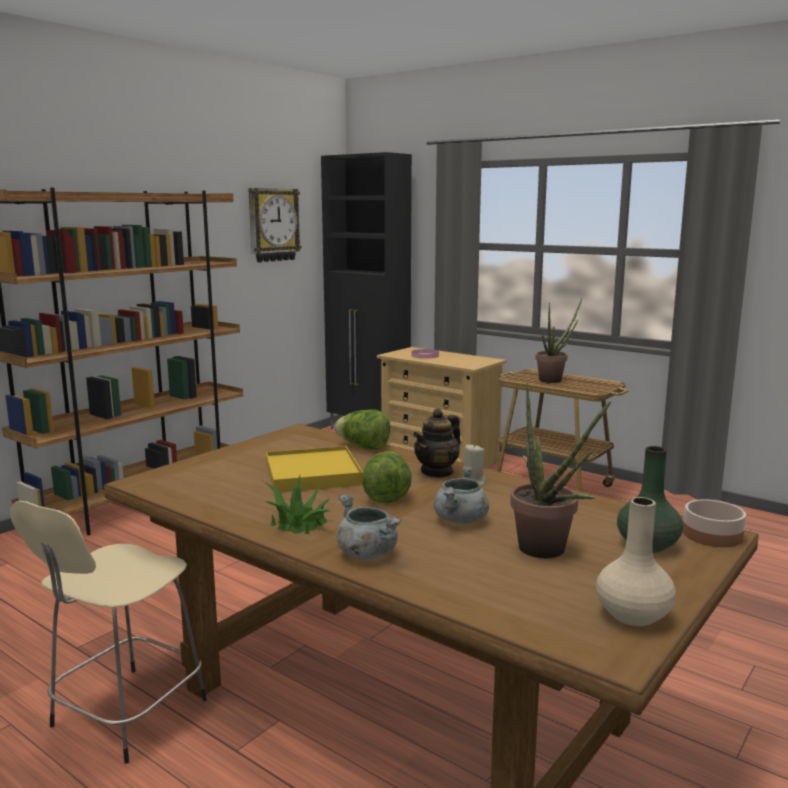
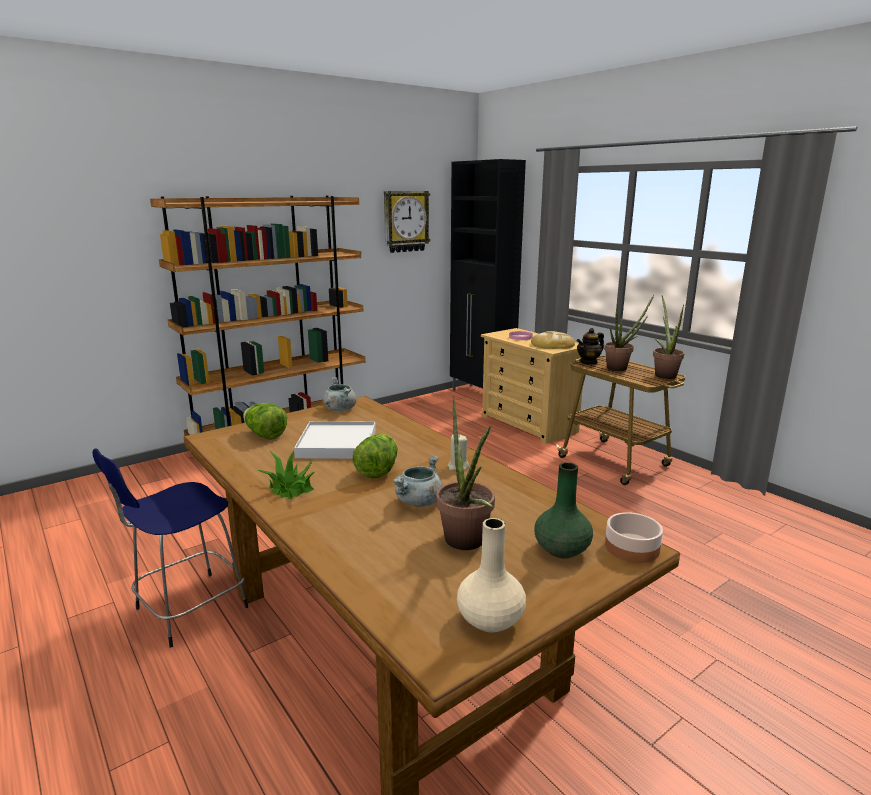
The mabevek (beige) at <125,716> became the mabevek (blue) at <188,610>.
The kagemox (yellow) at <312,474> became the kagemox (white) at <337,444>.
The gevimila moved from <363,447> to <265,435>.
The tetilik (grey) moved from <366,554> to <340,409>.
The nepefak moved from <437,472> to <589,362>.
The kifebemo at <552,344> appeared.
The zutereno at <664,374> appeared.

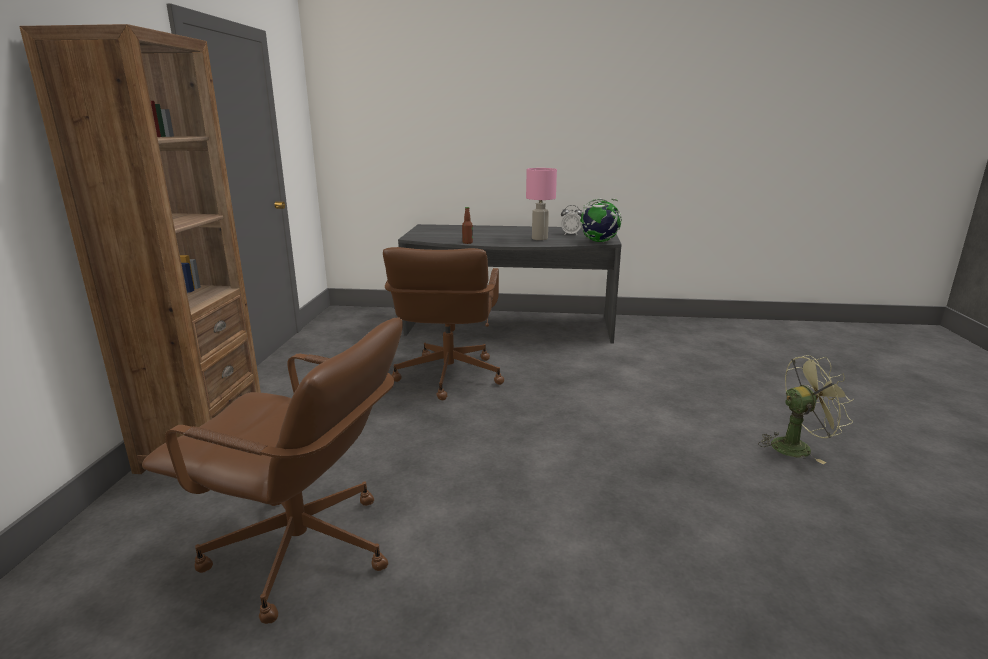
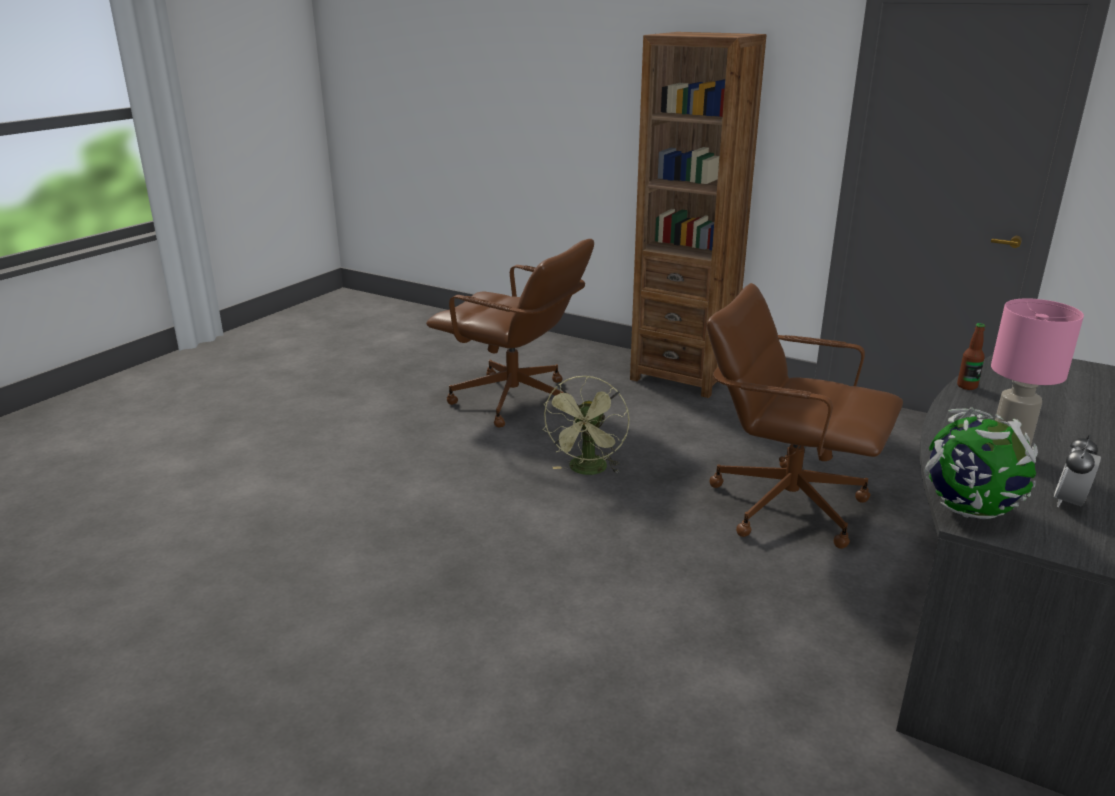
The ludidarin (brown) at <302,552> turned 105 degrees counterclockwise.
The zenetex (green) moved from <797,446> to <587,471>.

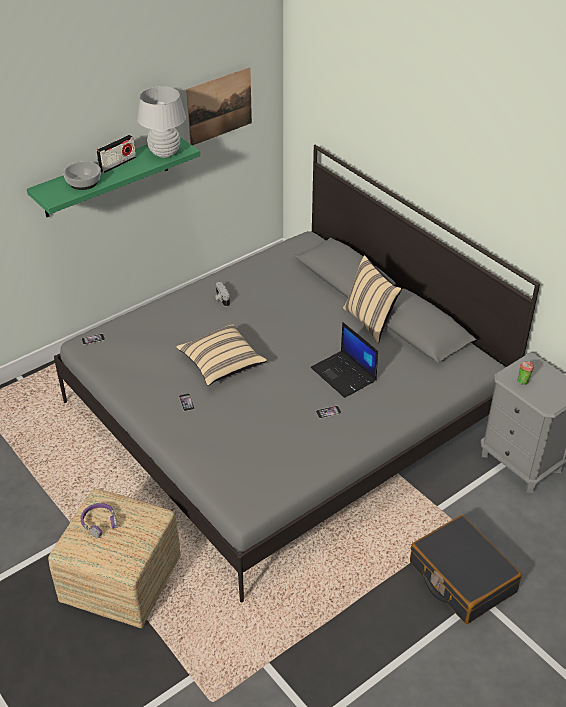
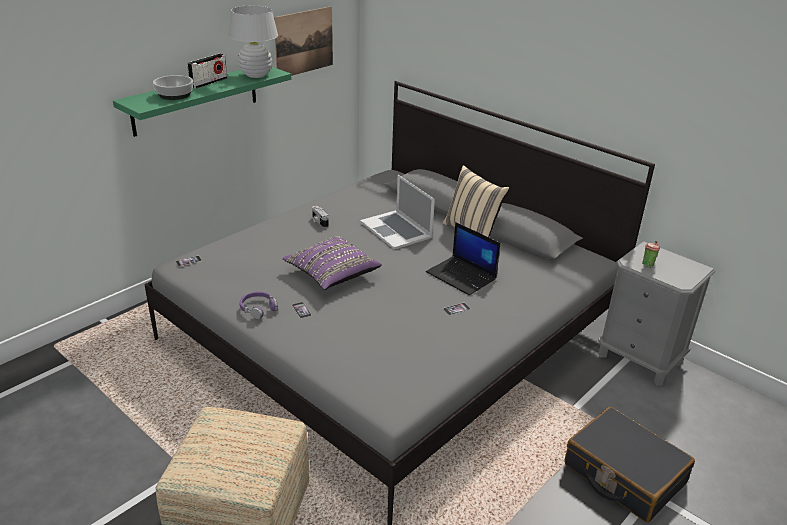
The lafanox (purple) moved from <99,522> to <258,308>.
The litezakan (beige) at <221,364> became the litezakan (purple) at <332,274>.
The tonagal at <396,229> appeared.

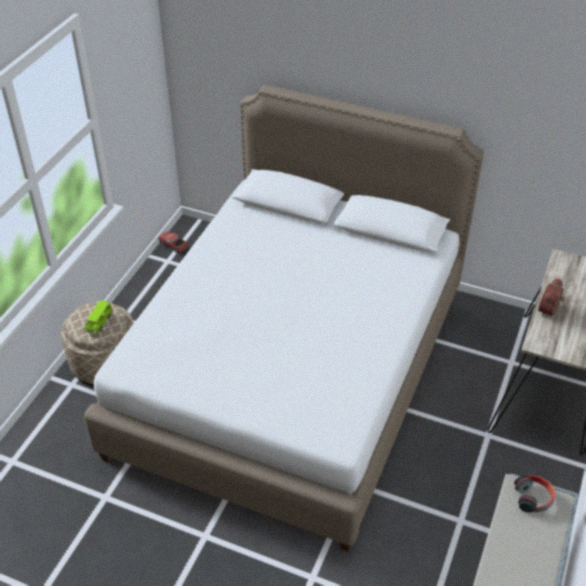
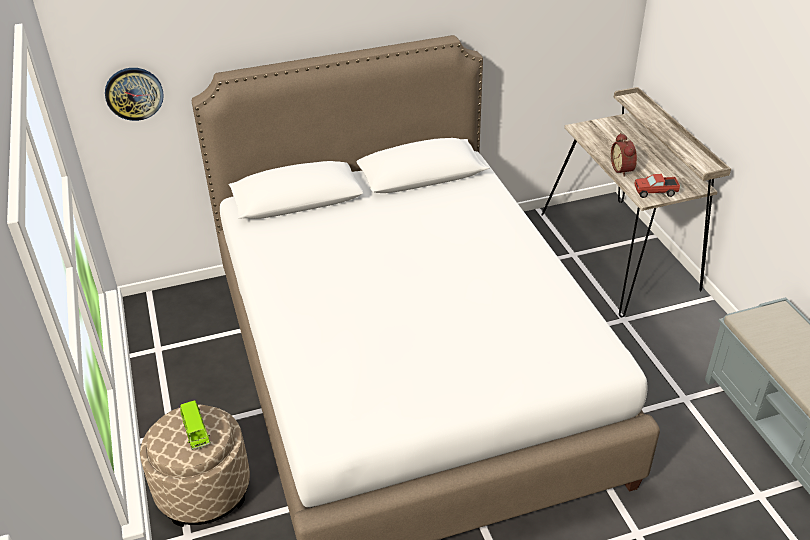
The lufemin moved from <173,246> to <655,192>.
The lafanox at <533,498> disappeared.
The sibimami at <134,93> appeared.

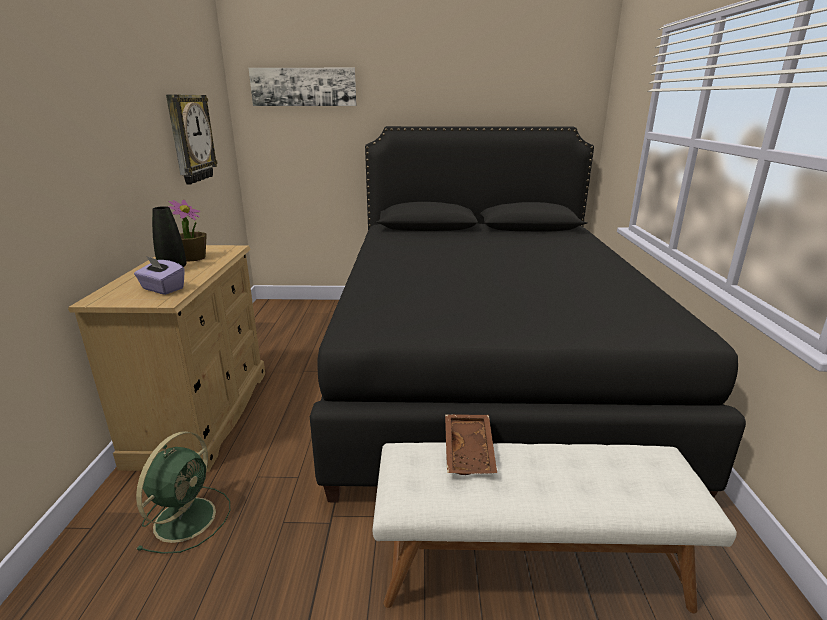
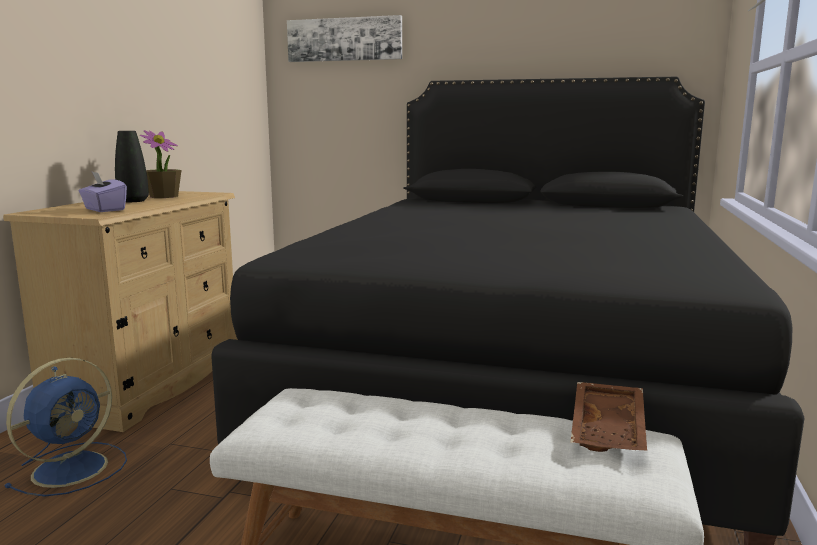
The zenetex (green) at <187,517> became the zenetex (blue) at <73,468>.
The sibimami at <190,138> disappeared.
The kagemox (brown) moved from <470,451> to <610,430>.

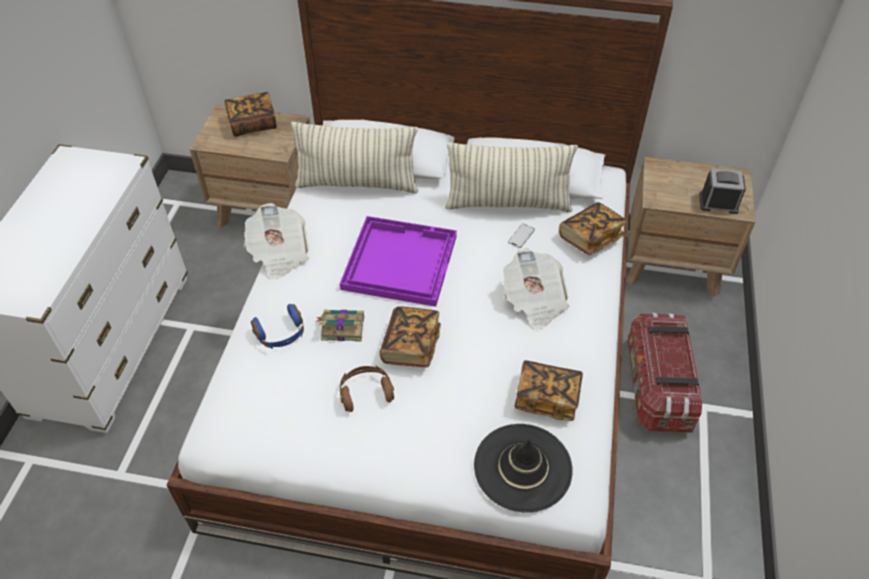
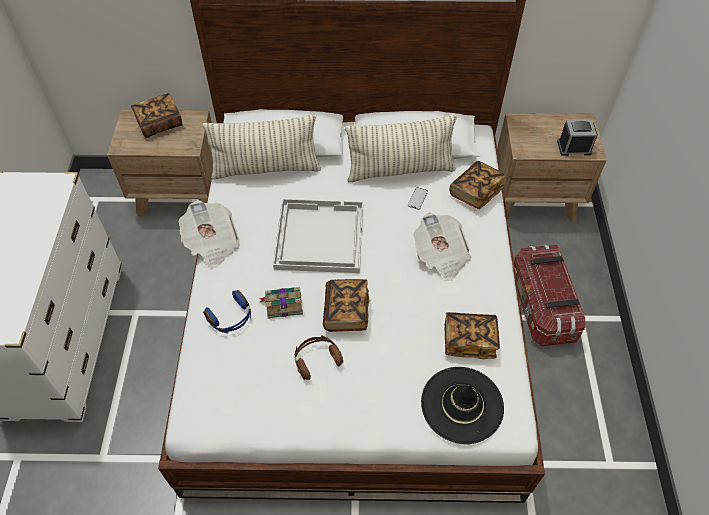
The kagemox (purple) at <399,261> became the kagemox (white) at <319,236>.

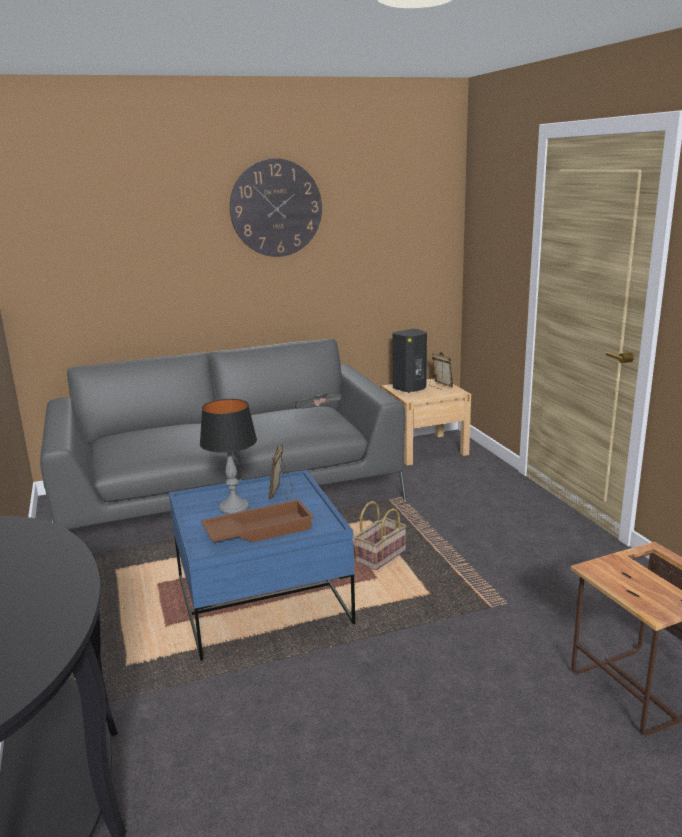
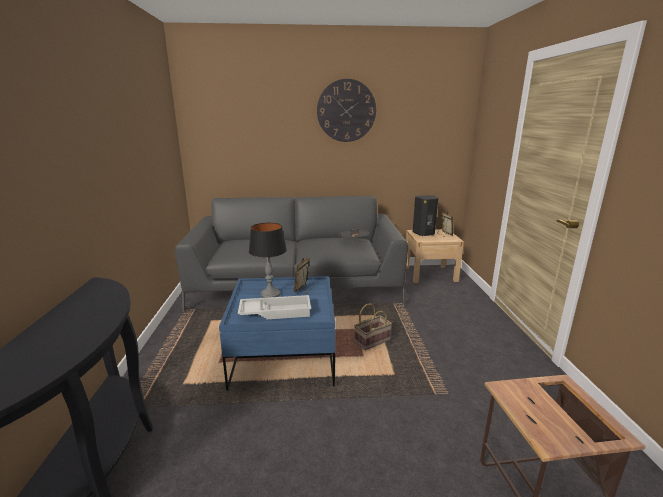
The kagemox (brown) at <259,530> became the kagemox (white) at <276,311>.

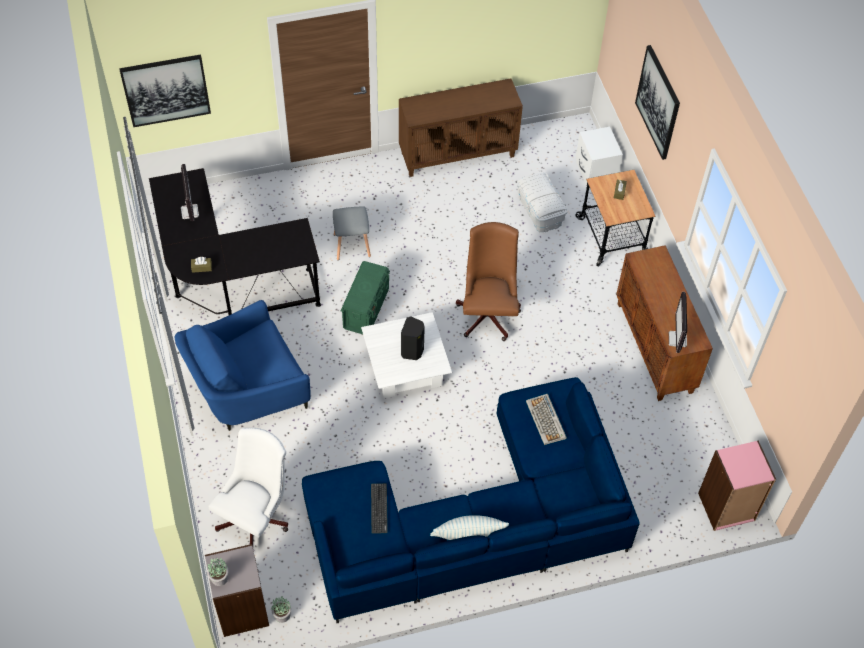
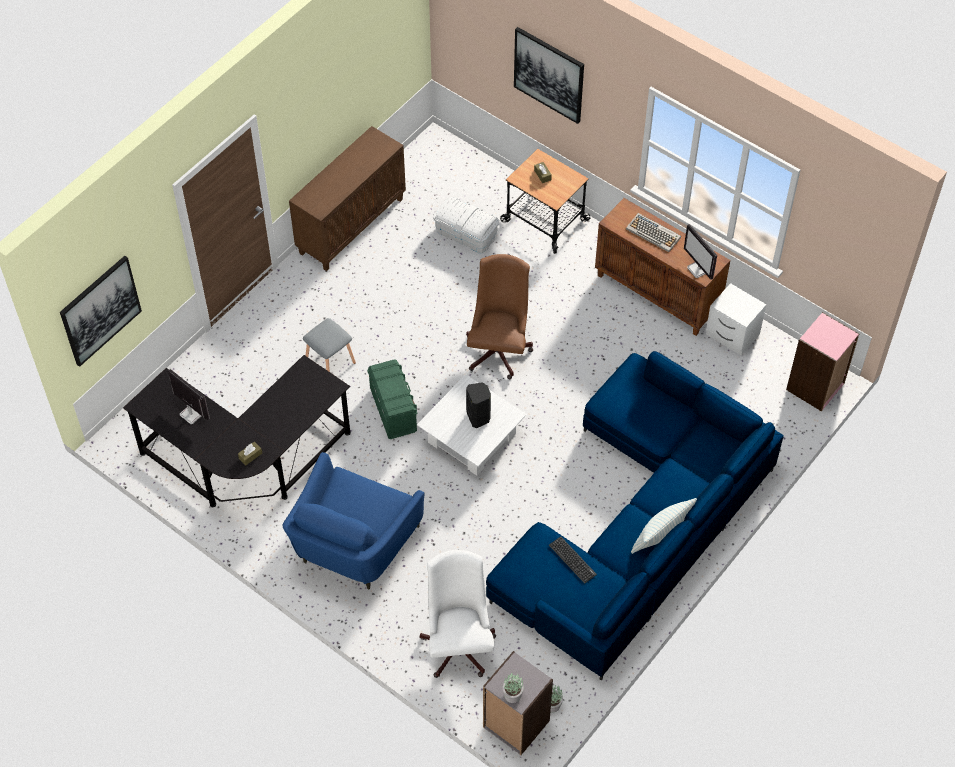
The ludidarin (brown) at <488,312> turned 45 degrees clockwise.
The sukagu moved from <546,420> to <654,233>.
The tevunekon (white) moved from <594,173> to <731,335>.

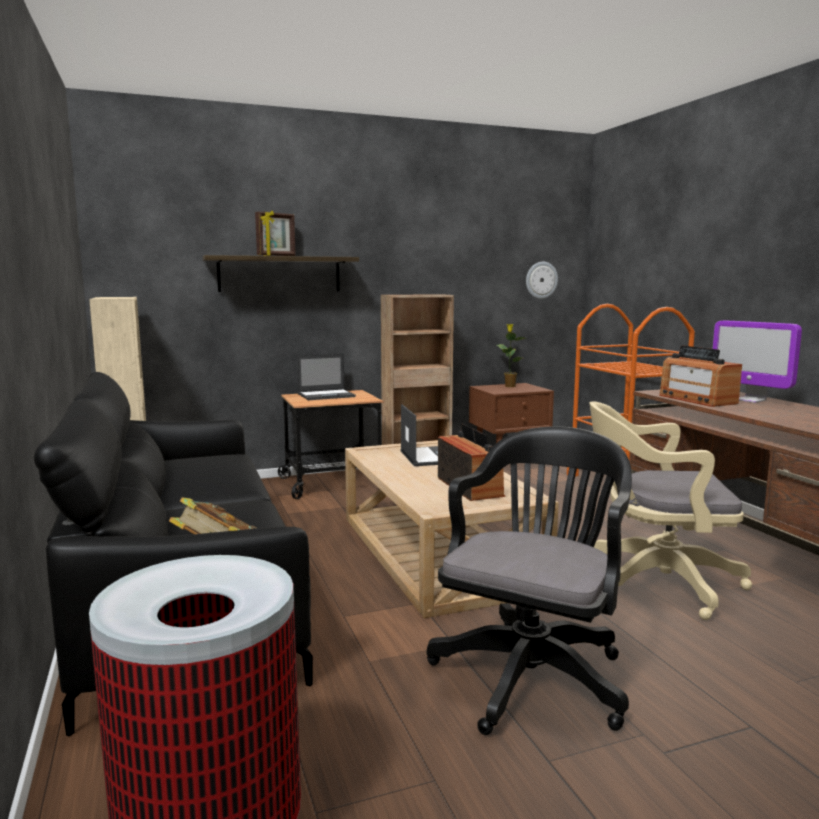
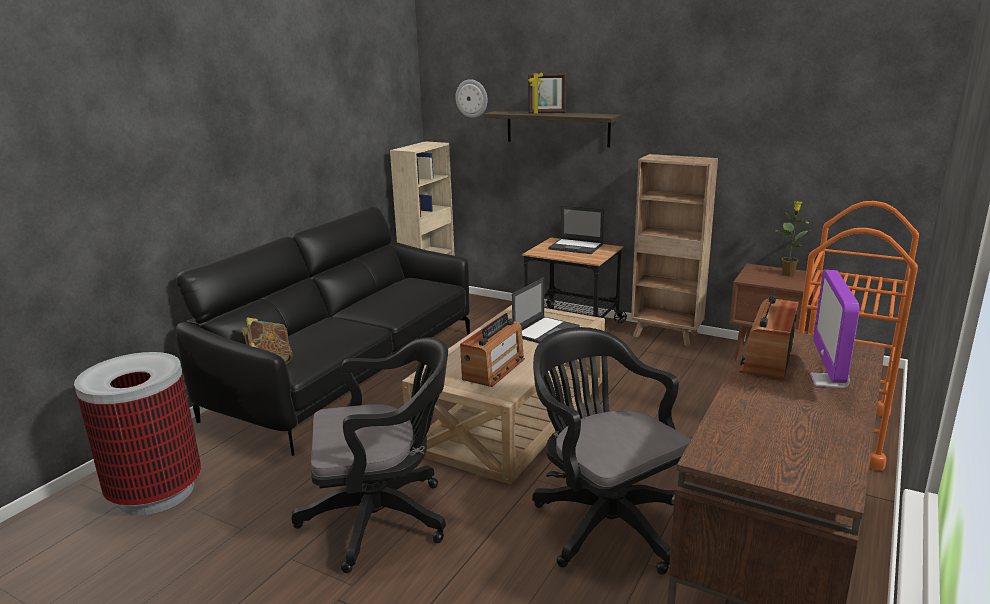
The sibimami moved from <541,280> to <472,98>.
The ludidarin (beige) at <655,582> became the ludidarin (black) at <604,521>.

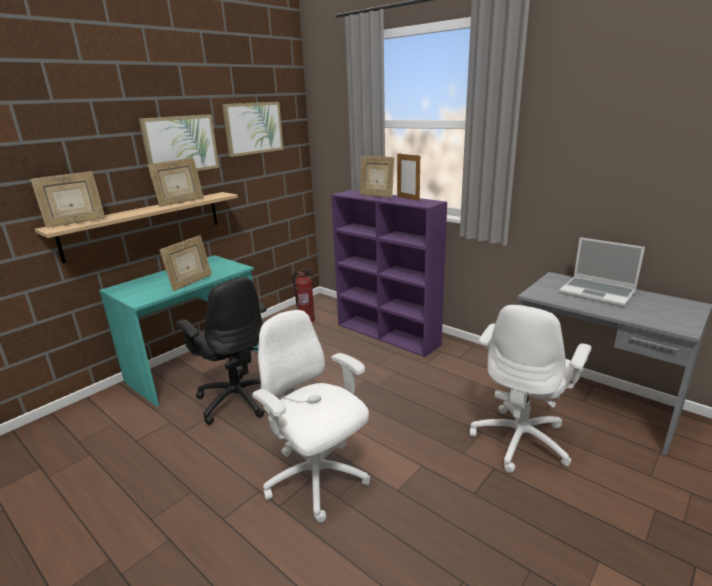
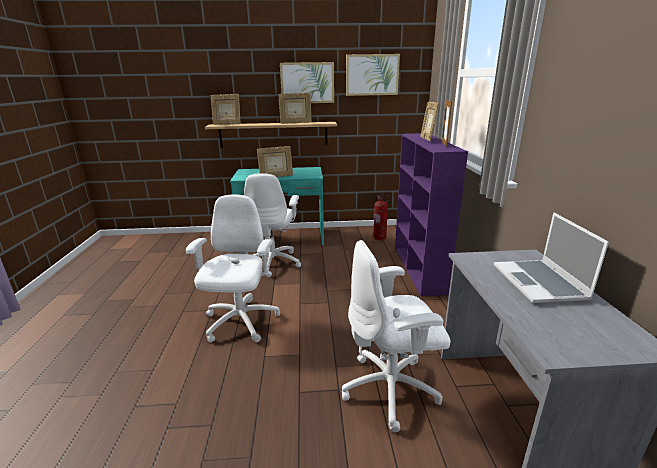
The ludidarin (black) at <237,399> became the ludidarin (white) at <273,262>.

